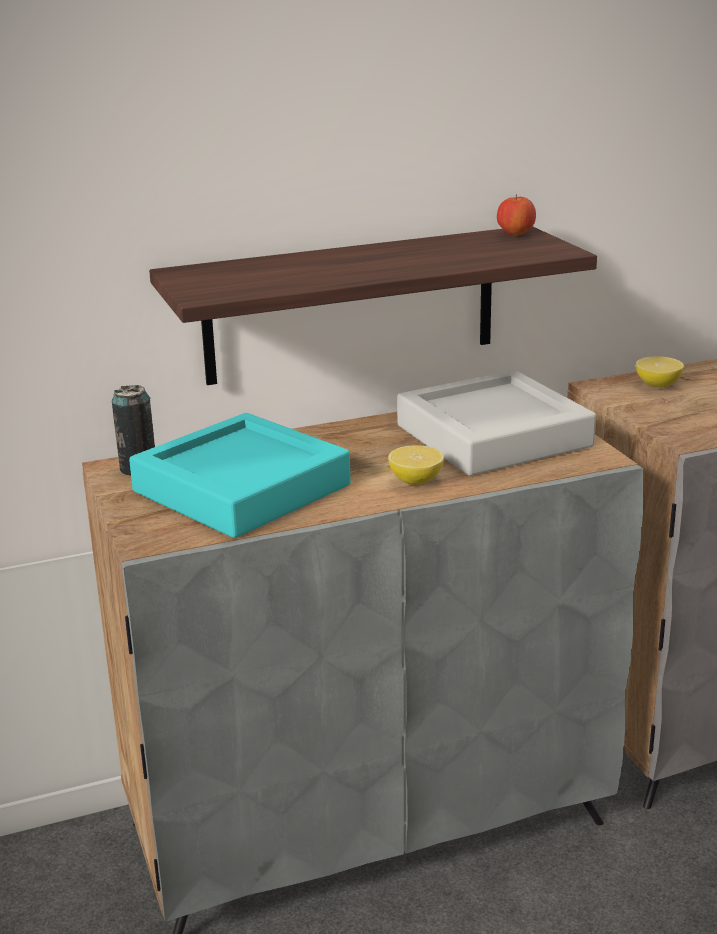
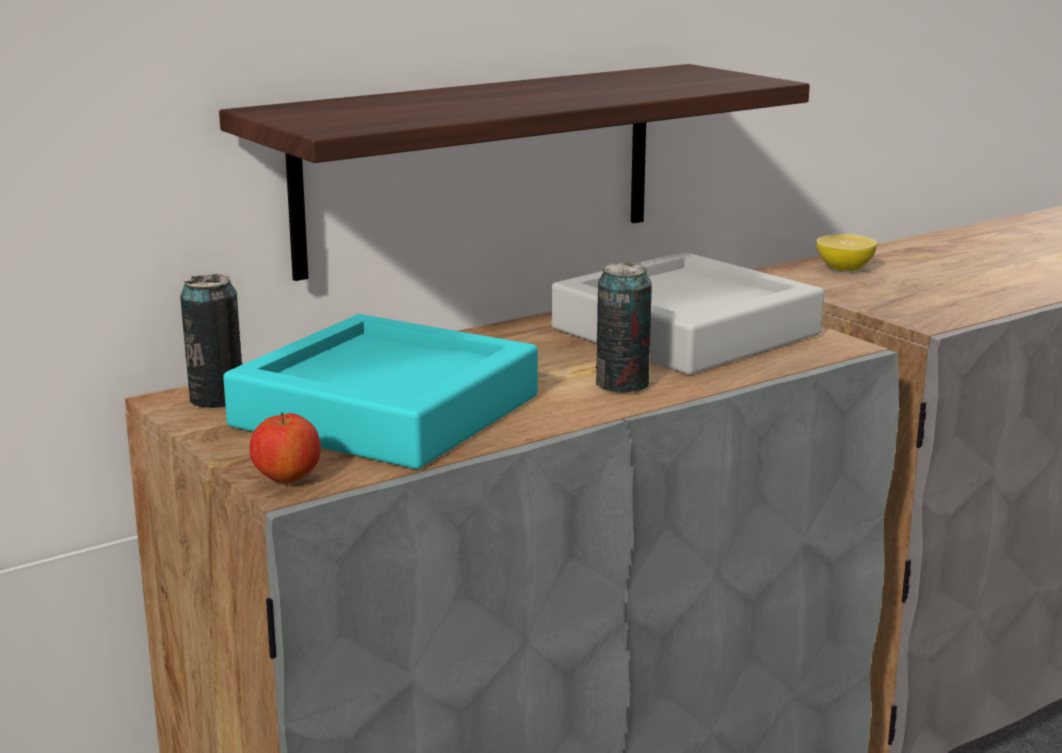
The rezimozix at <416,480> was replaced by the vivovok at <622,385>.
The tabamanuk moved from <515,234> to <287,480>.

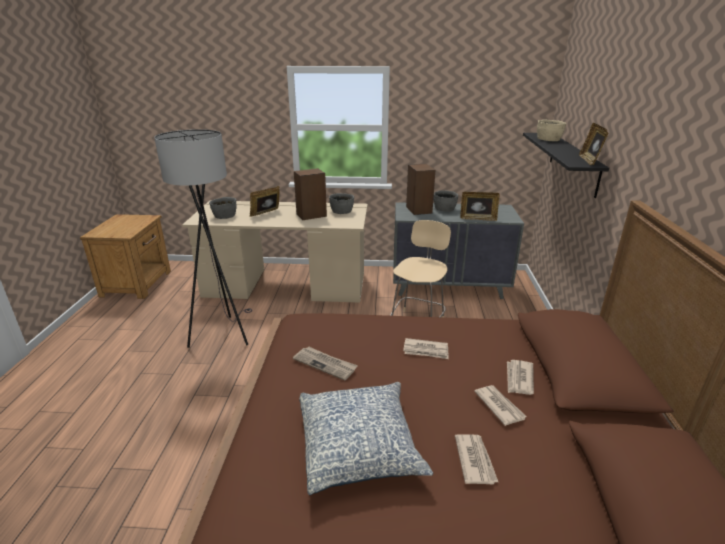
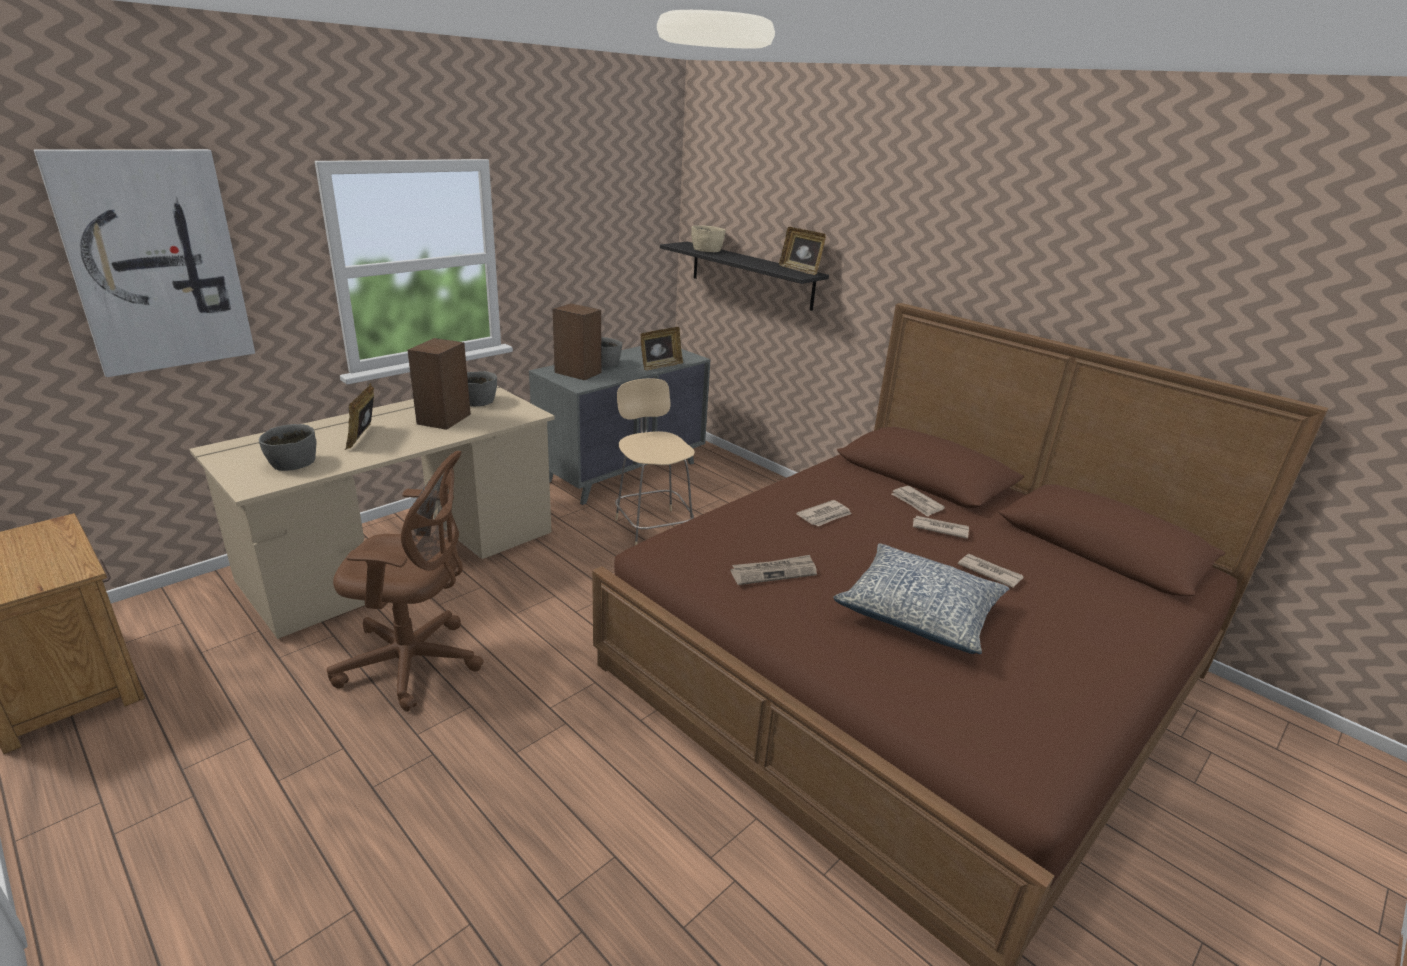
The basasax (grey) at <222,333> was replaced by the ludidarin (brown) at <415,663>.
The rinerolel at <156,262> appeared.

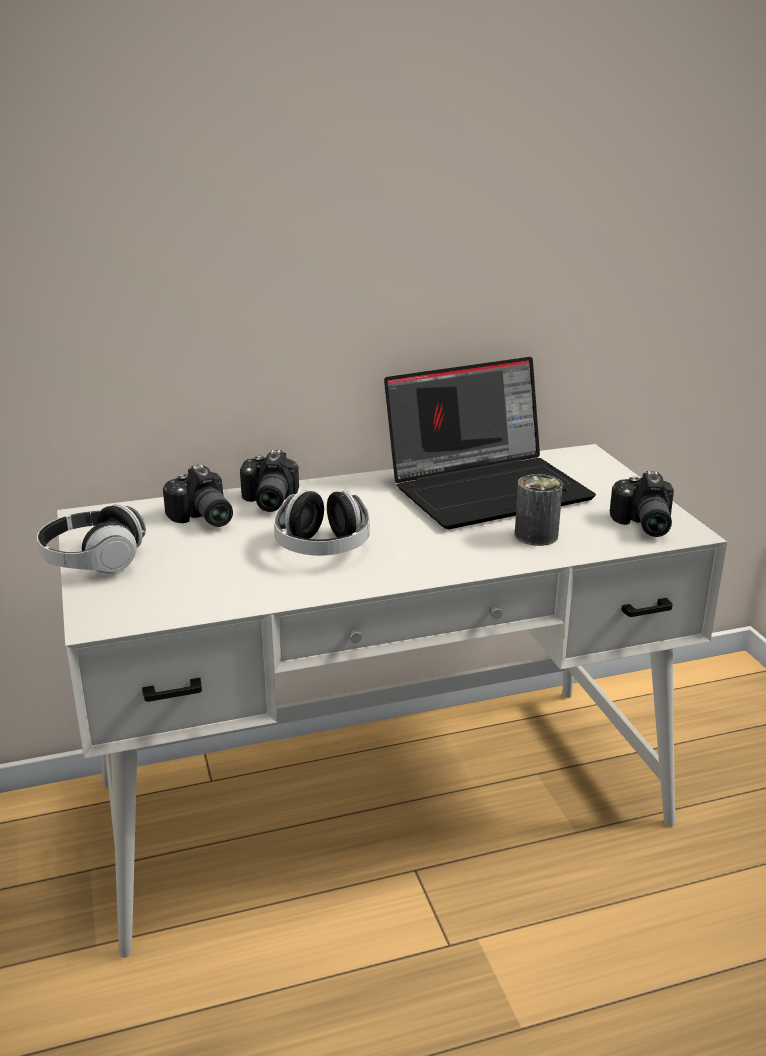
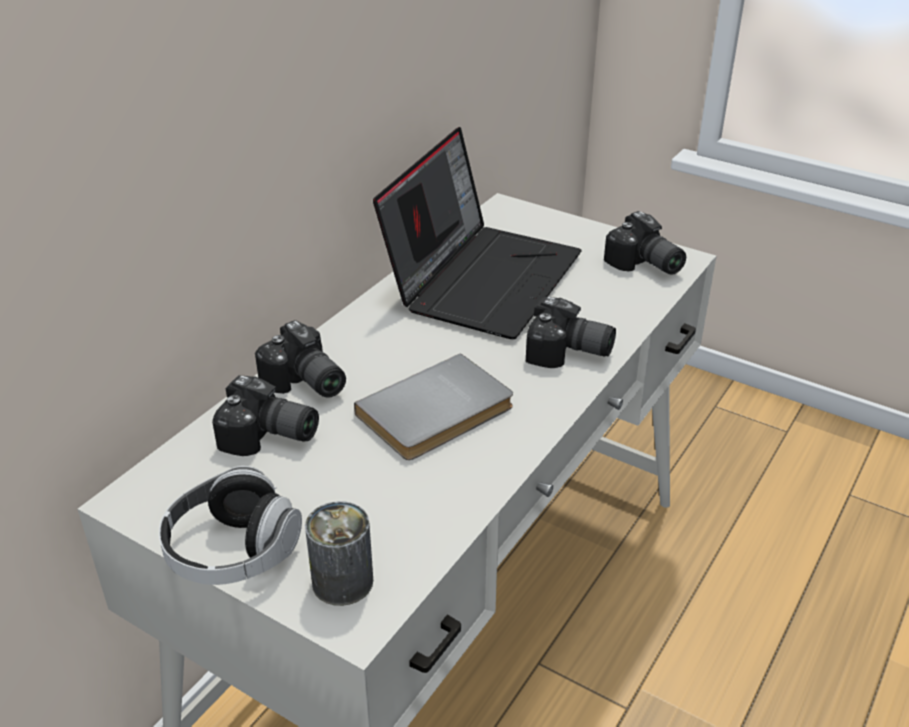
The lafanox at <322,548> was replaced by the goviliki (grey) at <438,413>.
The vivovok moved from <536,535> to <342,581>.
The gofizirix at <569,353> appeared.

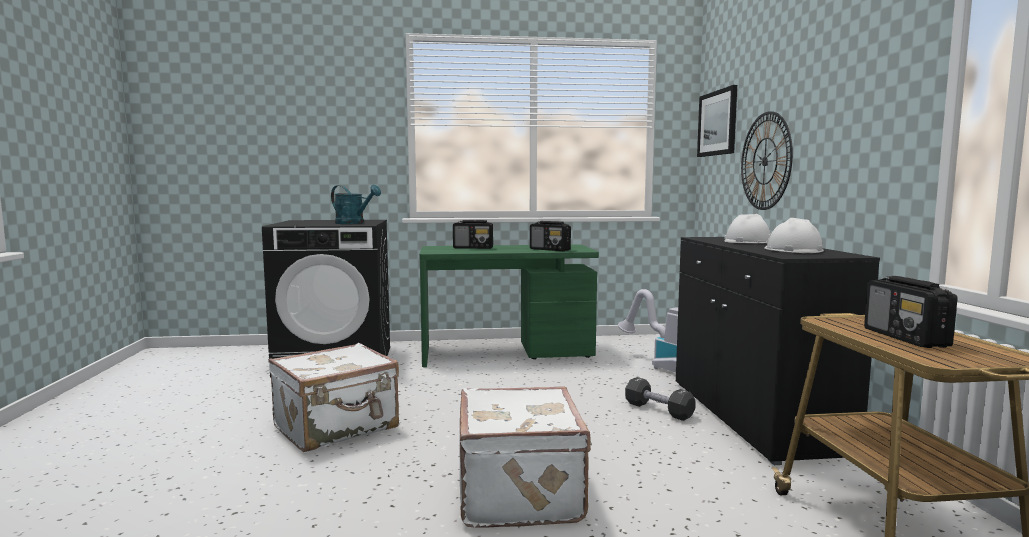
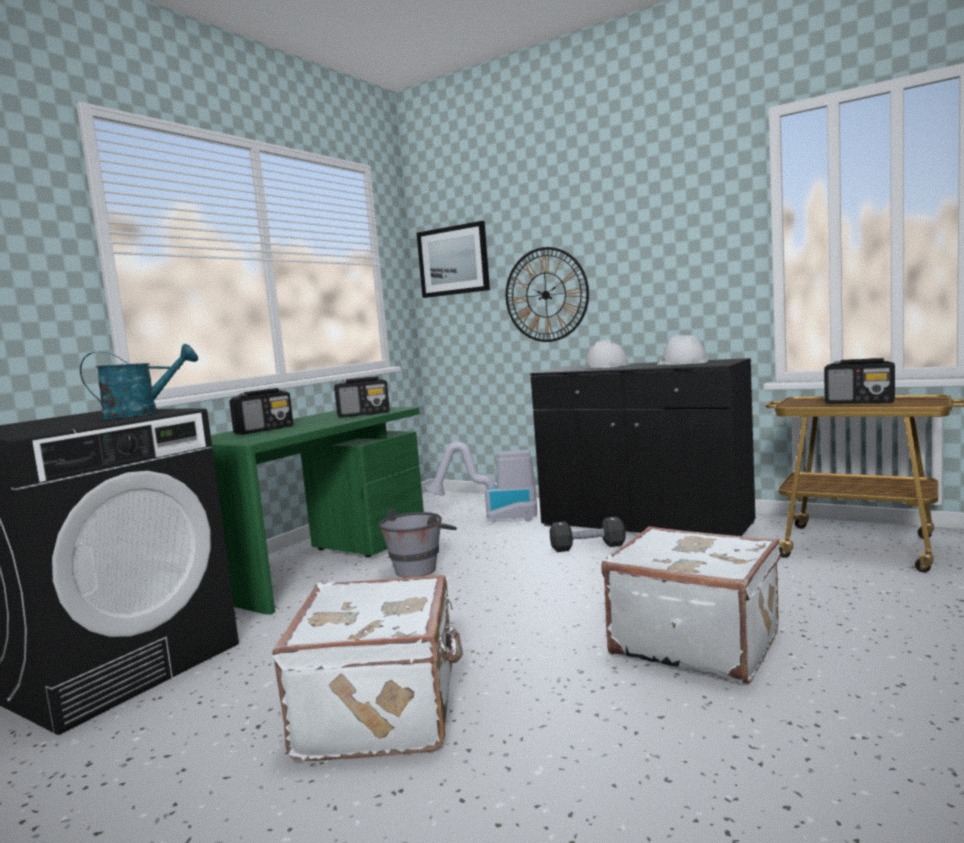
The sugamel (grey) at <421,567> appeared.

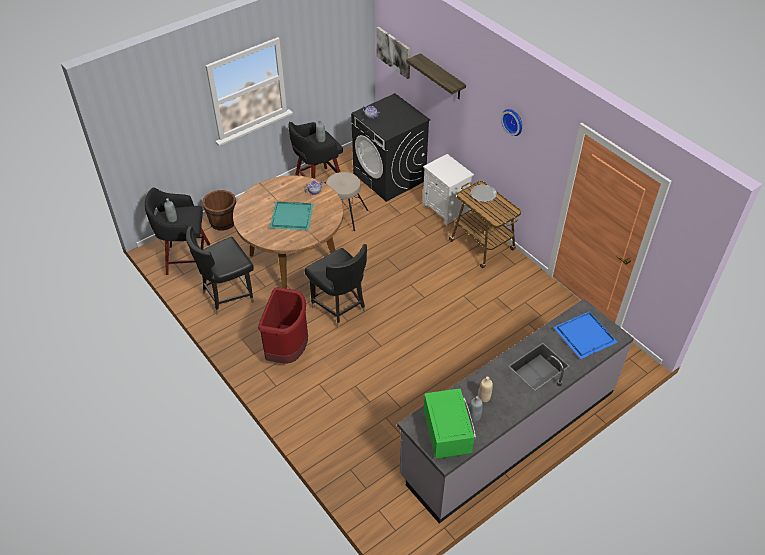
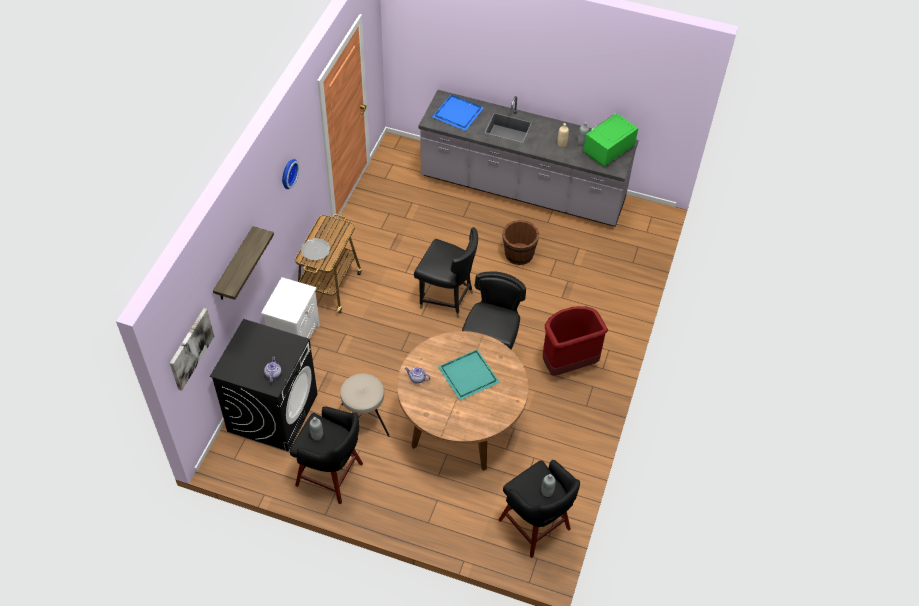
The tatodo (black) moved from <227,295> to <446,298>.
The sugamel (brown) moved from <223,222> to <518,254>.

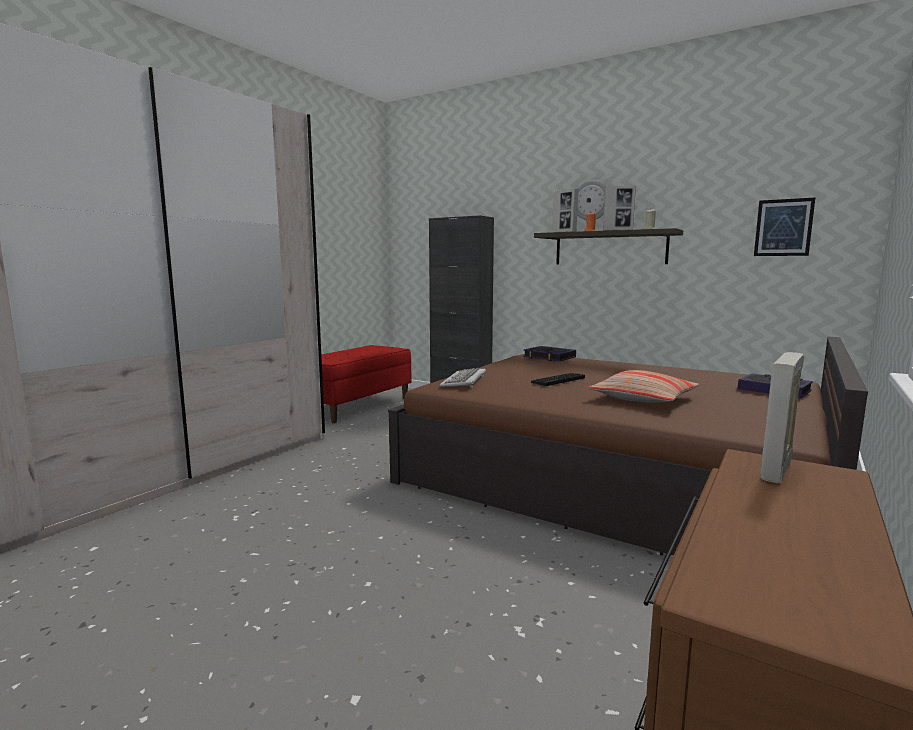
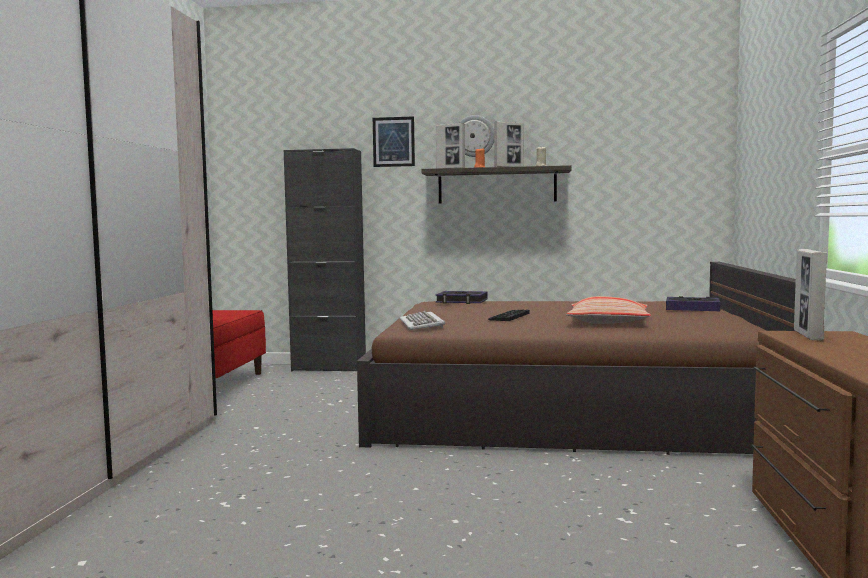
The rinerolel moved from <783,227> to <393,142>.

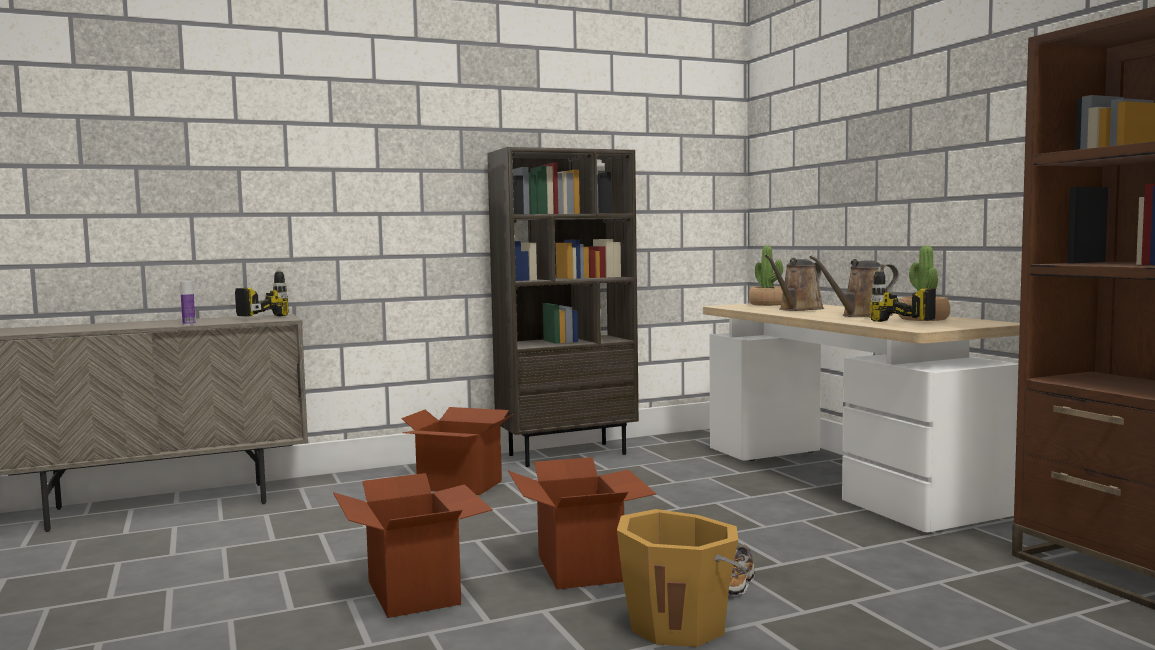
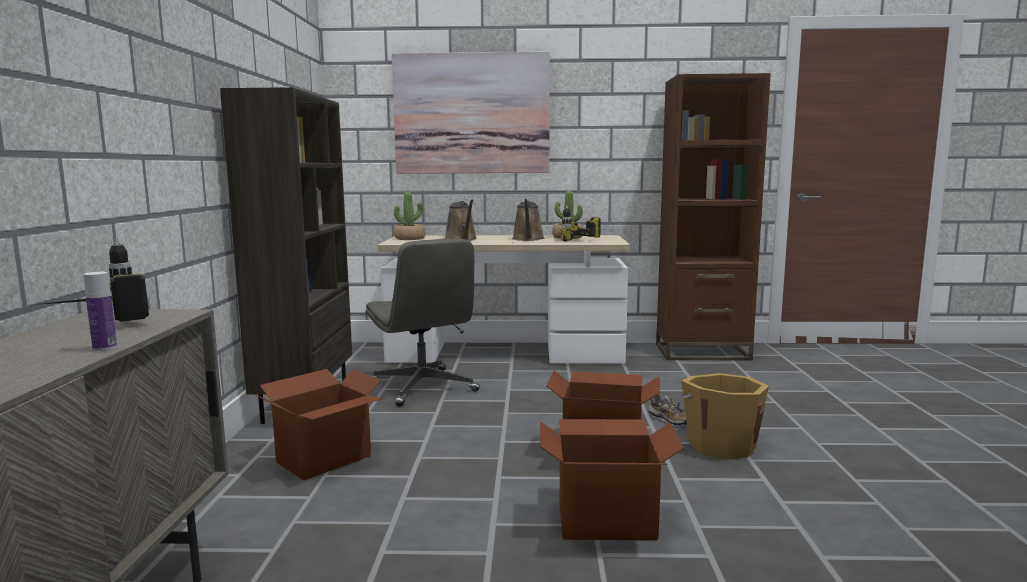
The ludidarin (grey) at <423,387> appeared.
The rinerolel at <471,114> appeared.

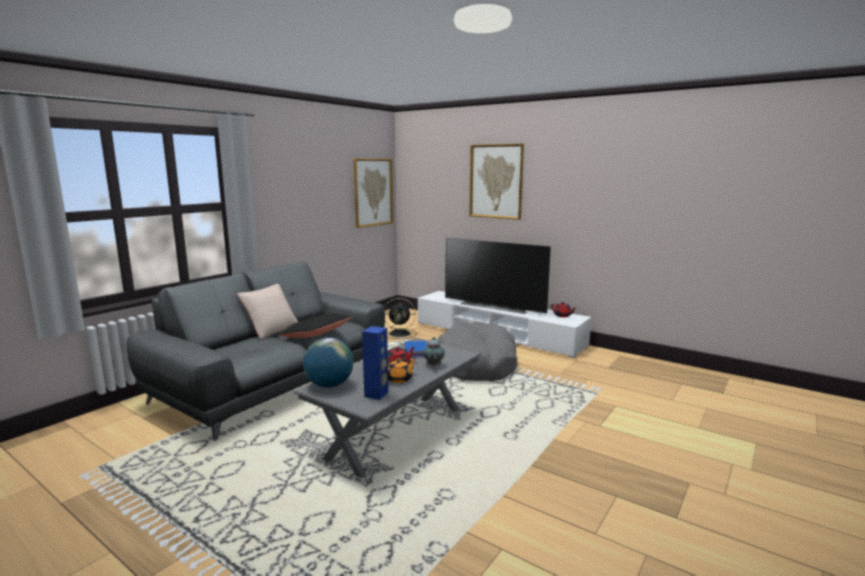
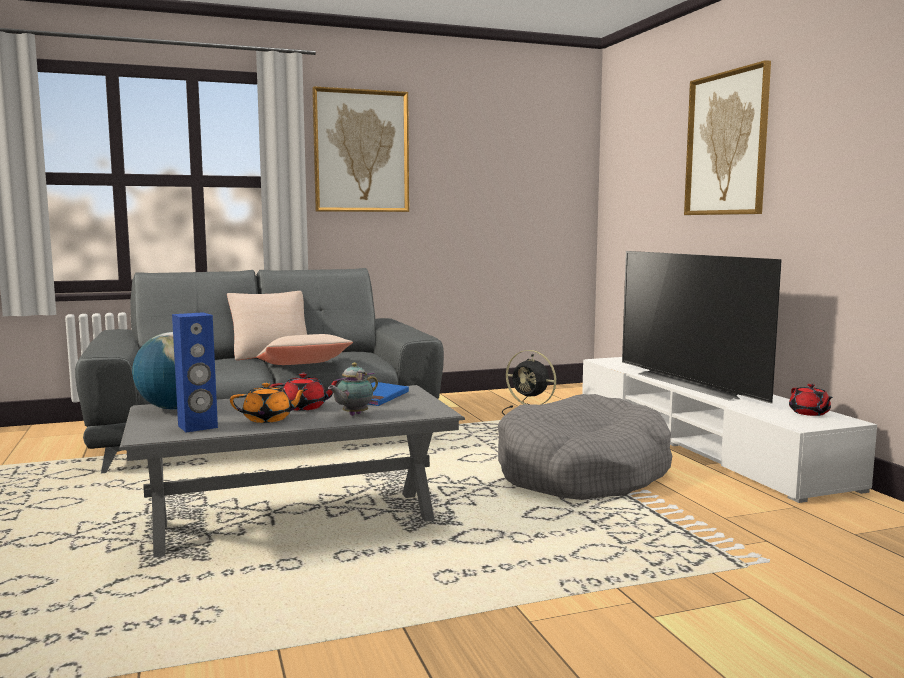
The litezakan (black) at <316,336> became the litezakan (beige) at <304,366>.
The rinerolel moved from <373,192> to <361,151>.

